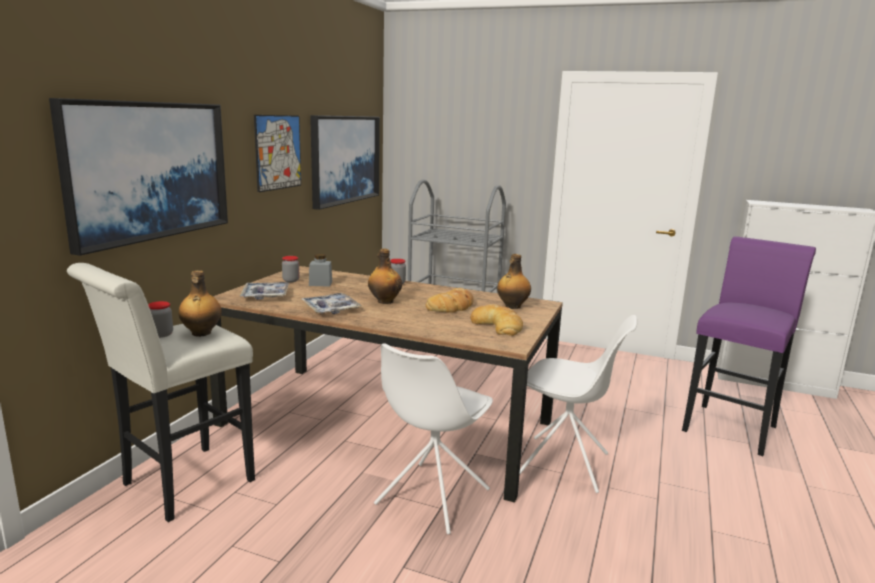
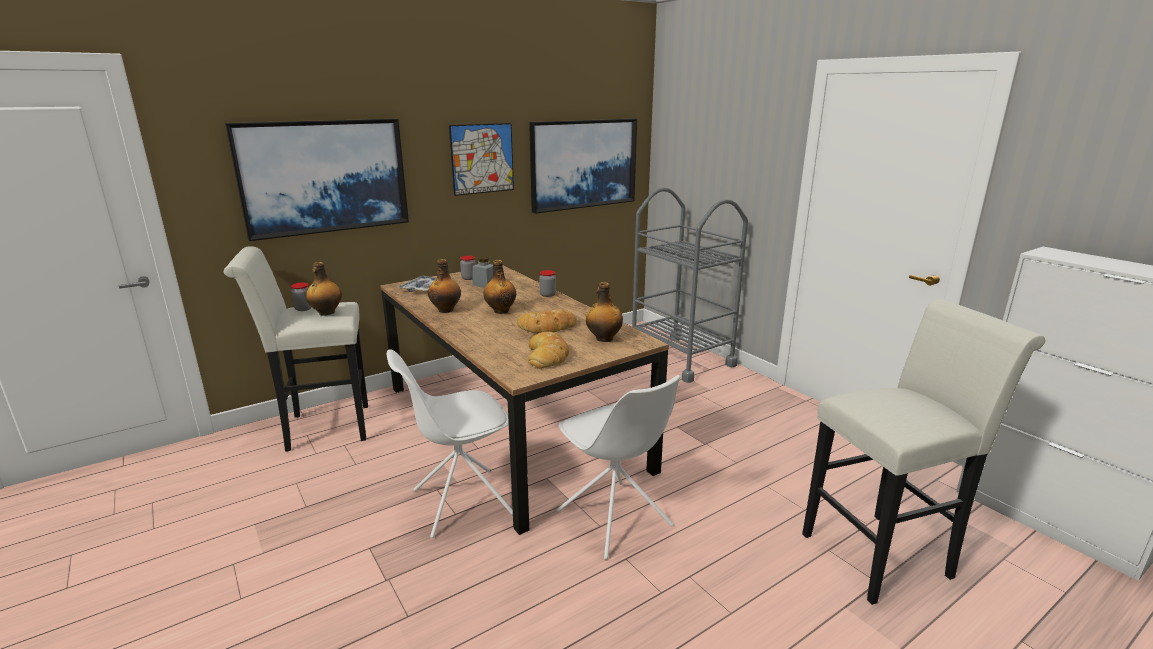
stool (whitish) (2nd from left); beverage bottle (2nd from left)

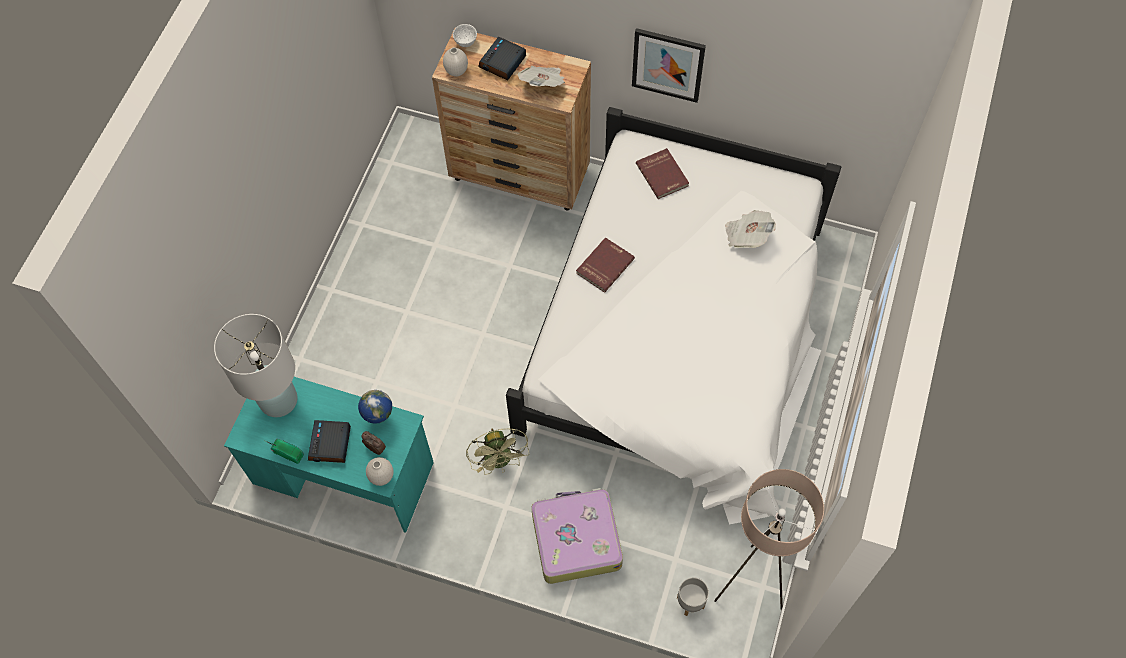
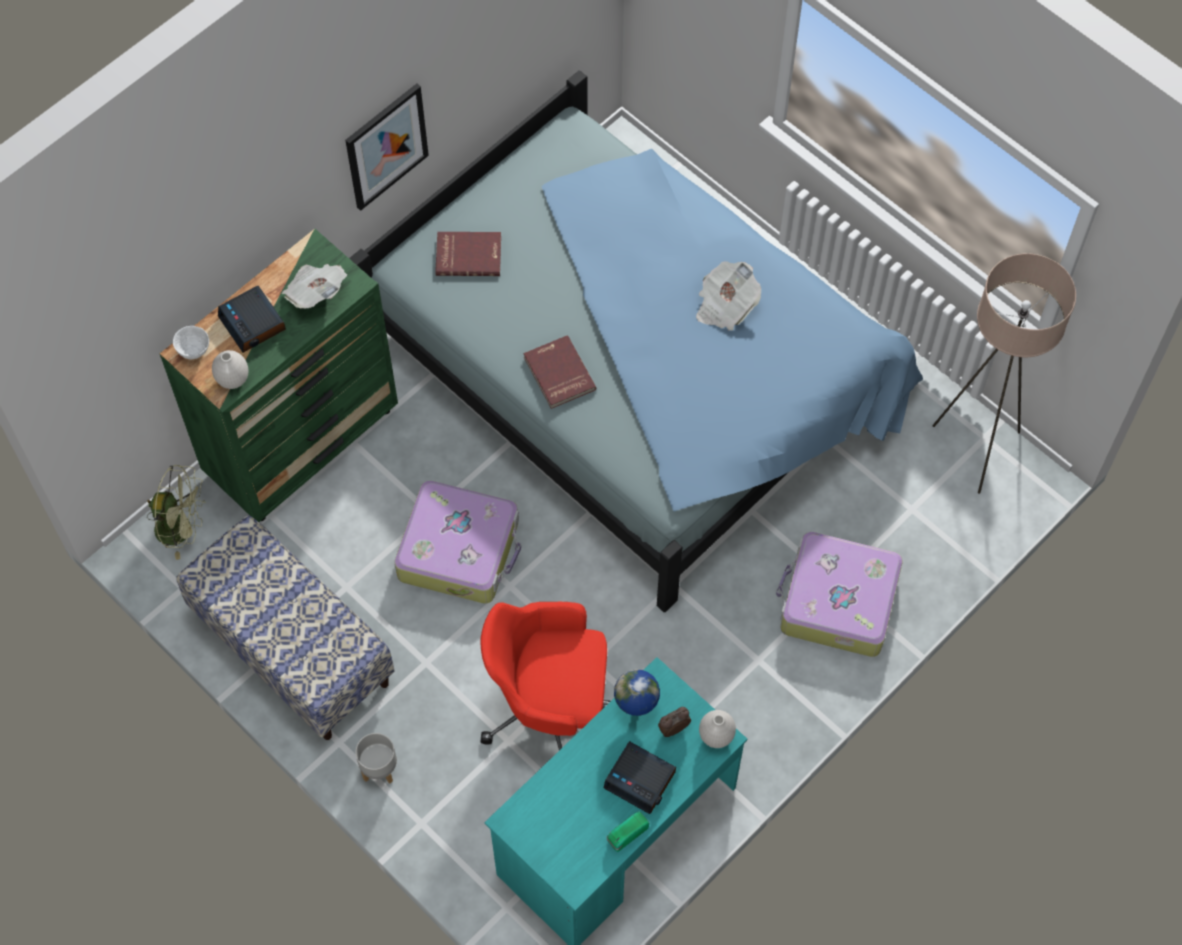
dresser (green); bed (blue-coloured); newspaper (2nd from left); tabletop lamp (whitish); cooling fan (green); planter (grey); travel case (1st from left); indoor bench; office chair (red)

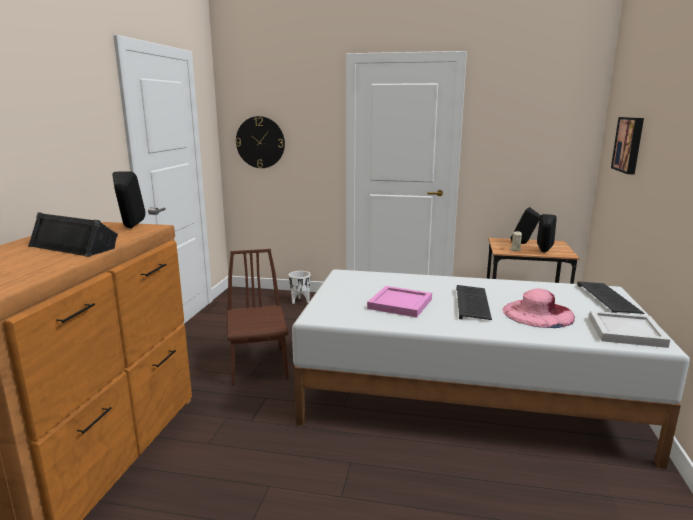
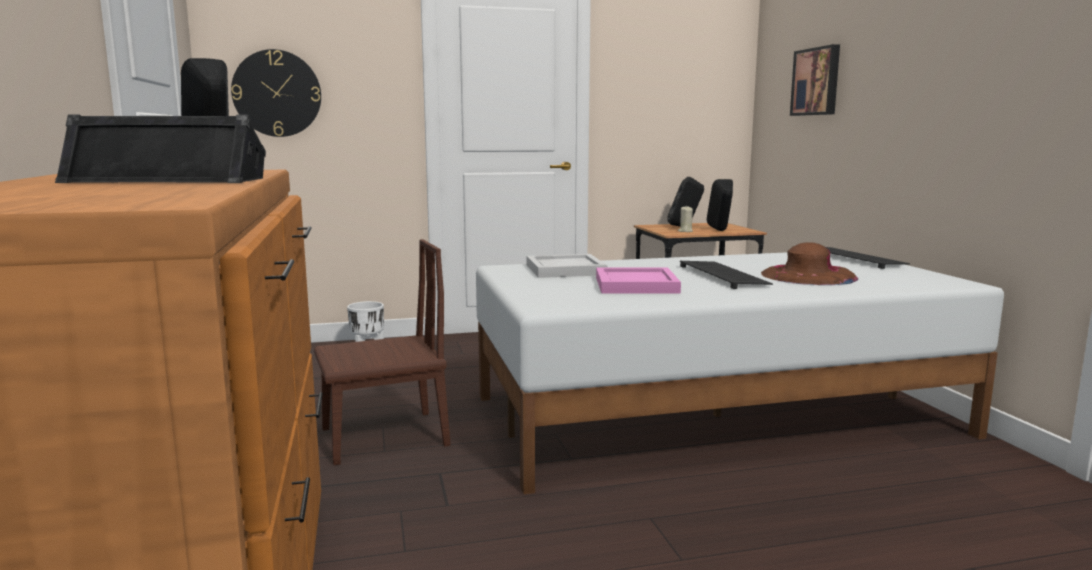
plain chair (brownish); wearable hat (brownish); carrying tray (whitish)

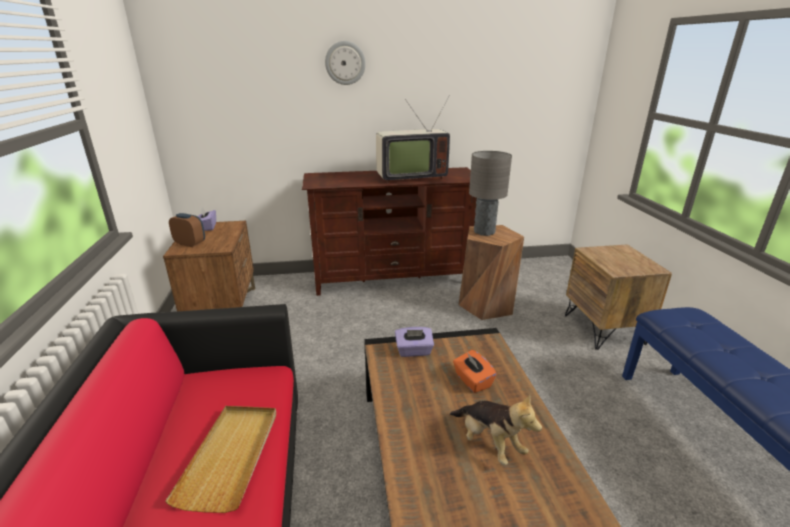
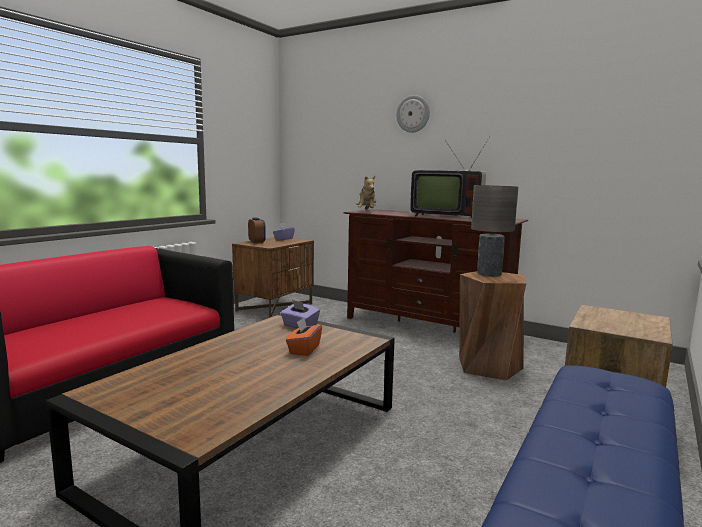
soft toy; carrying tray (sand-coloured)

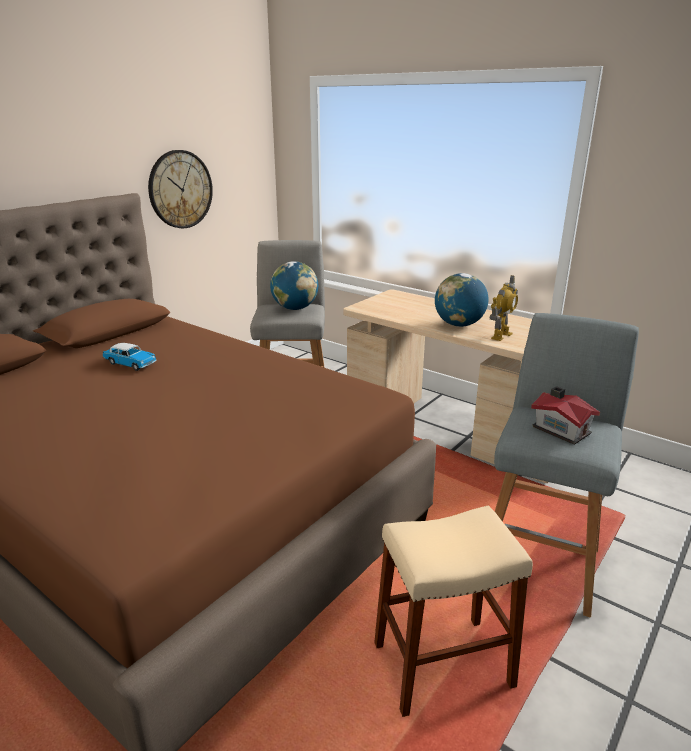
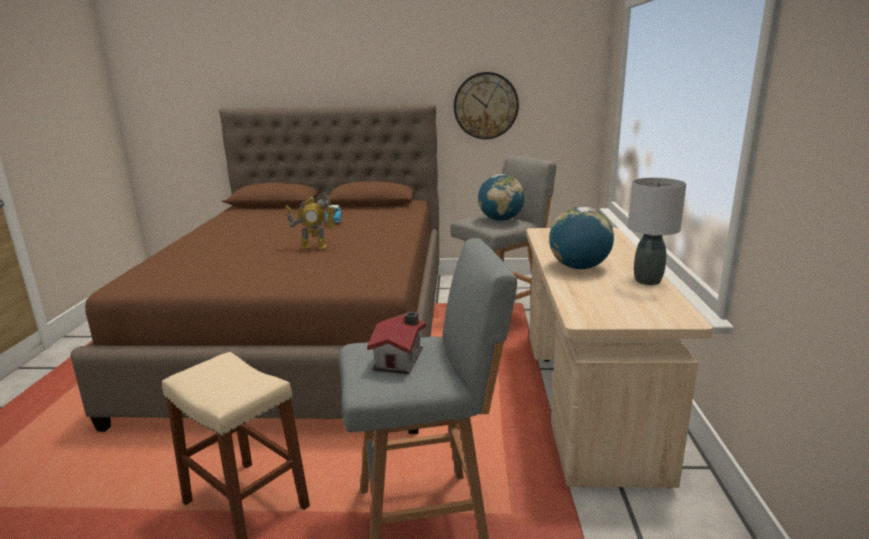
toy robot; tabletop lamp (grey)

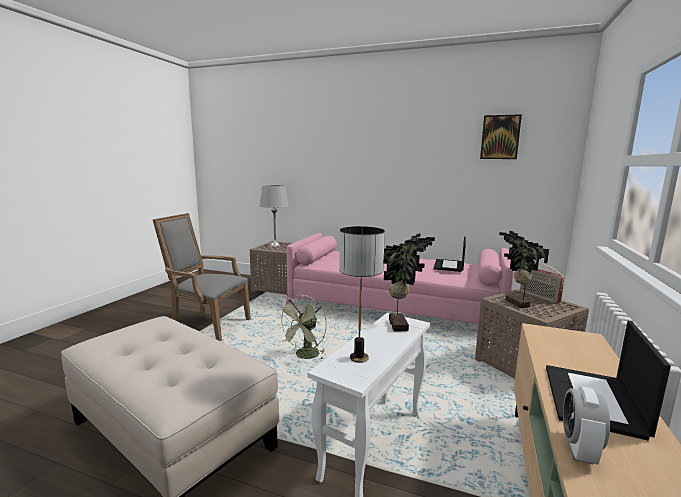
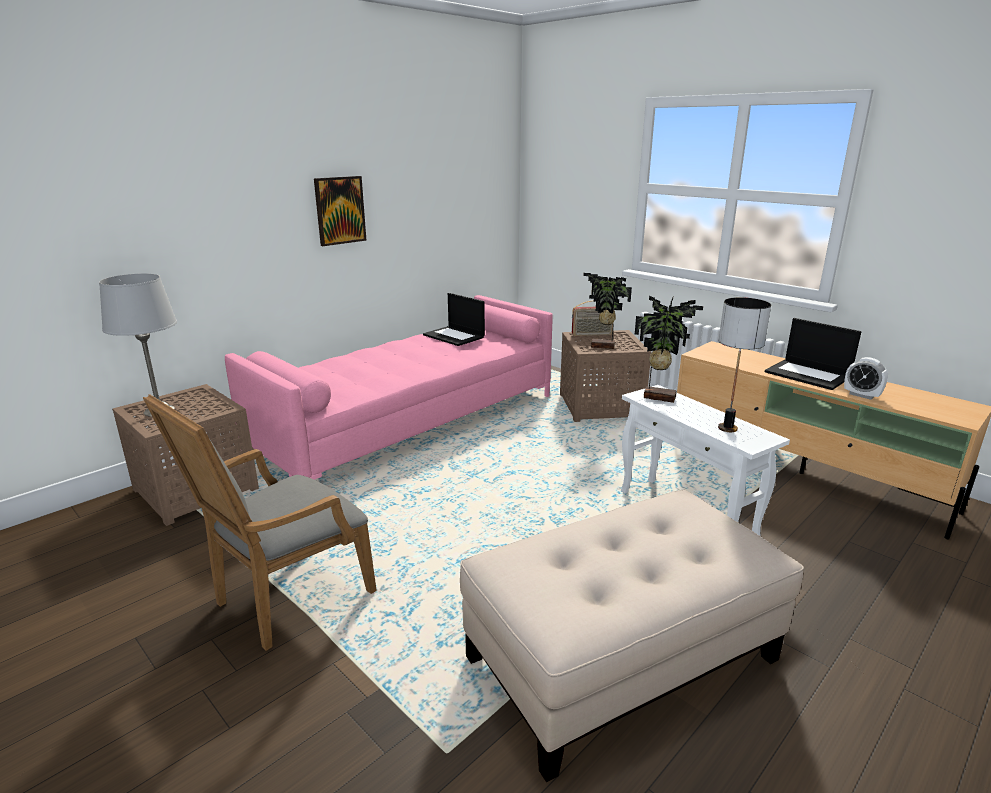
wall picture; cooling fan (green)

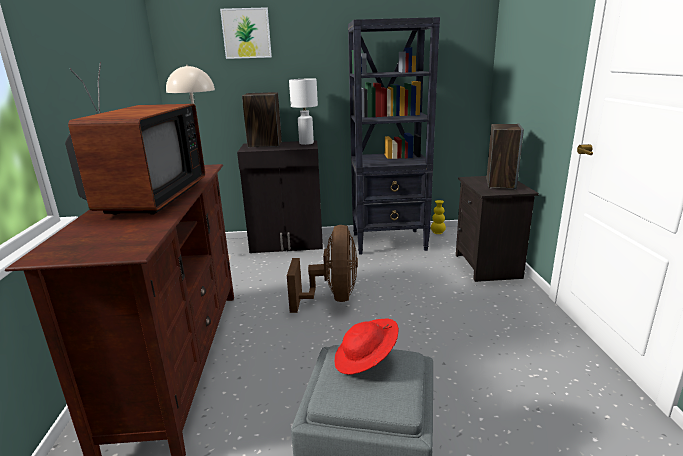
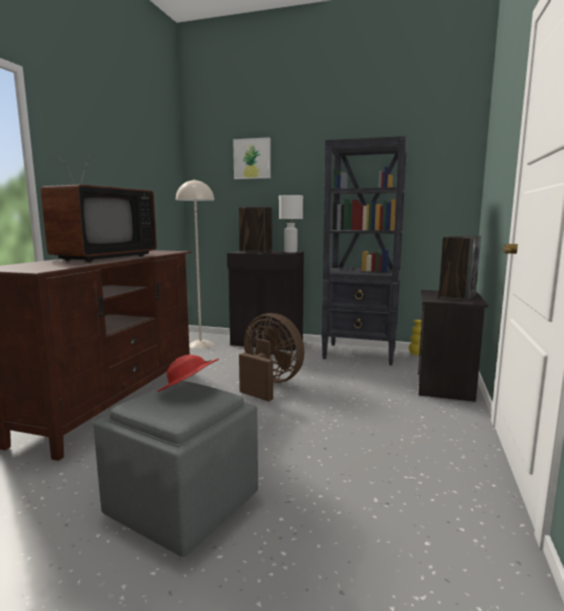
cooling fan (brownish)

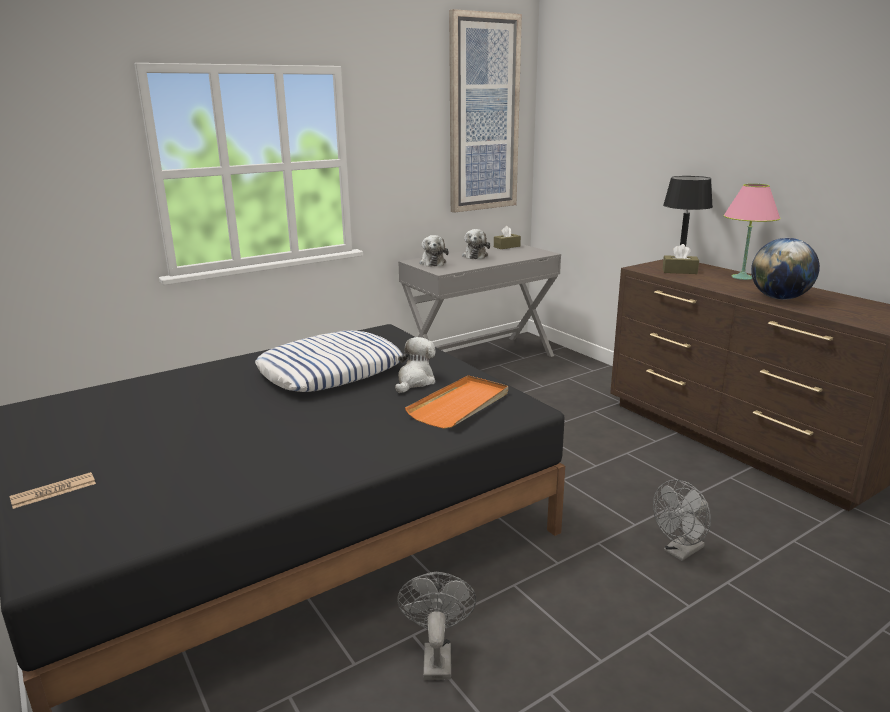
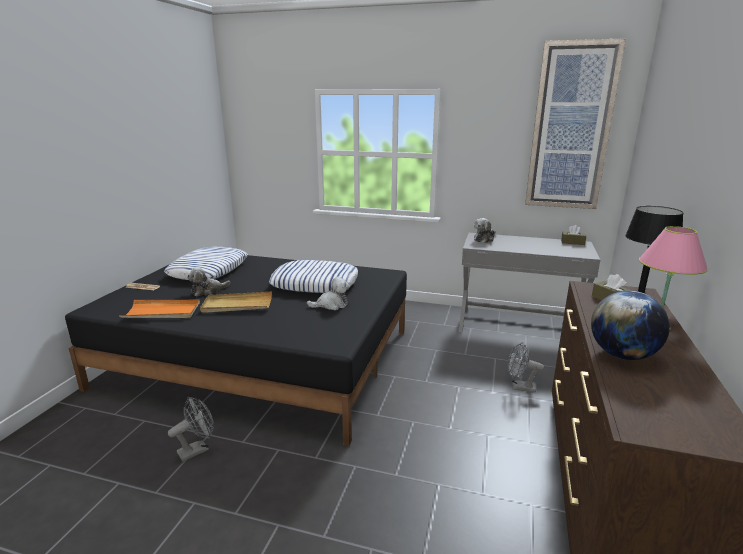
soft toy (1st from left); carrying tray (orange); cooling fan (grey) (2nd from left); throw pillow (1st from left); carrying tray (sand-coloured)

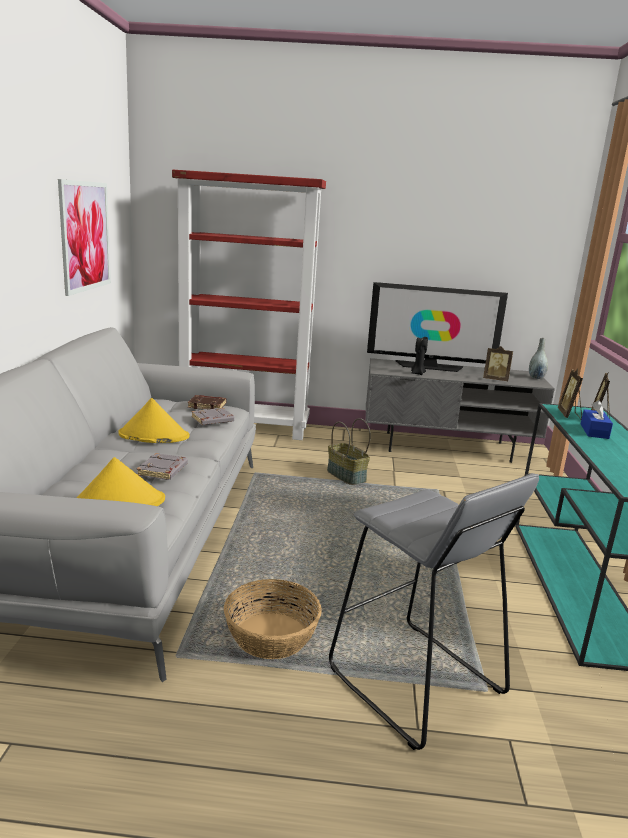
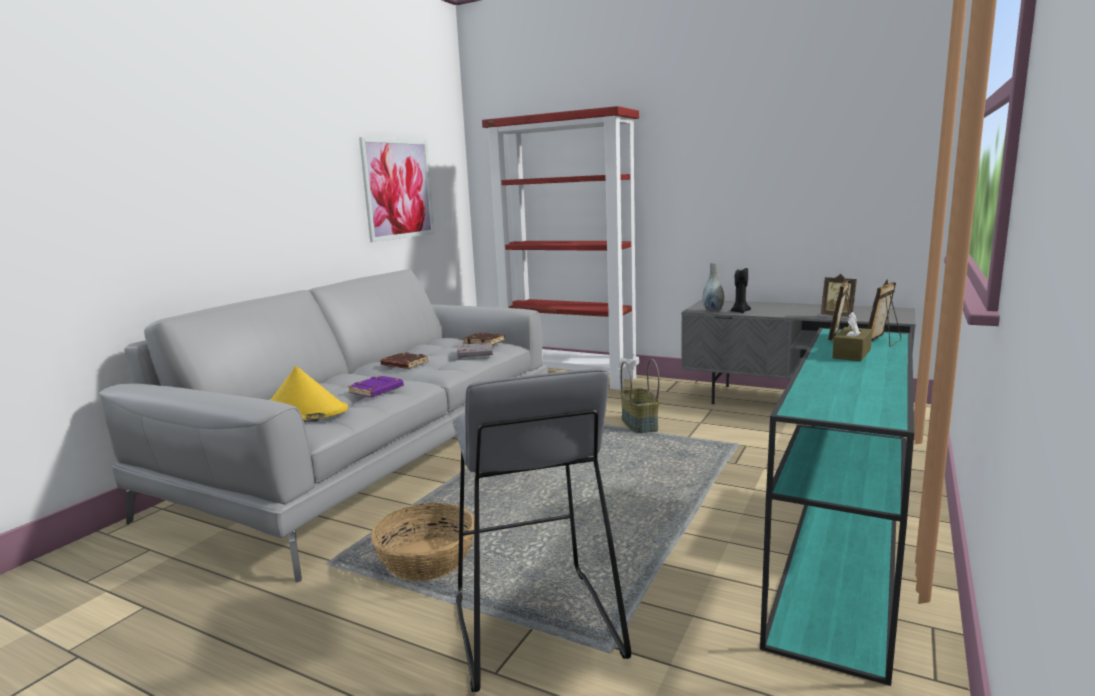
television; vase (grey); bound book (brownish) (1st from left); tissue holder (brownish); bound book (purplish)

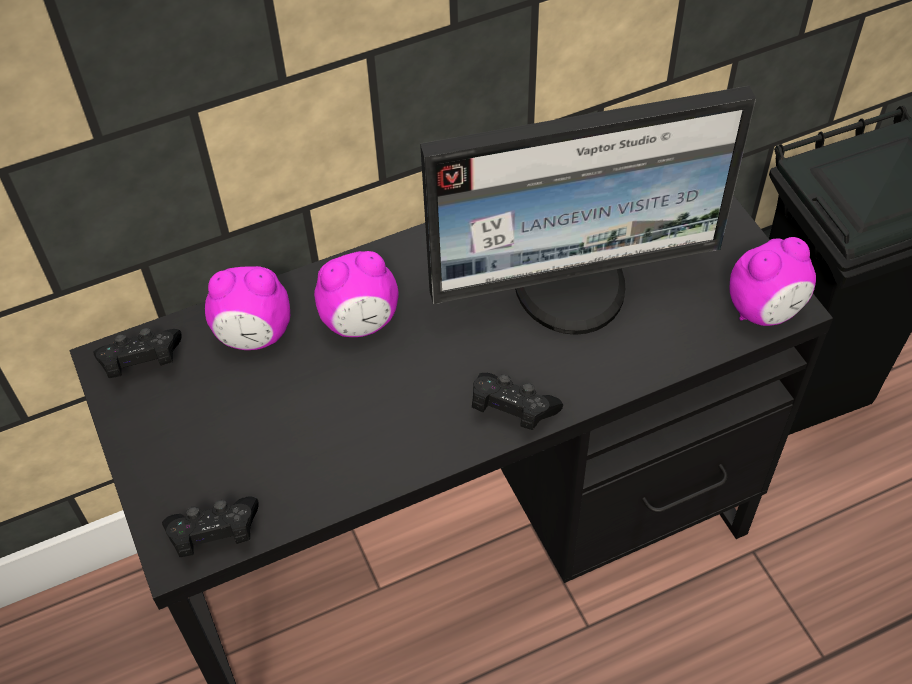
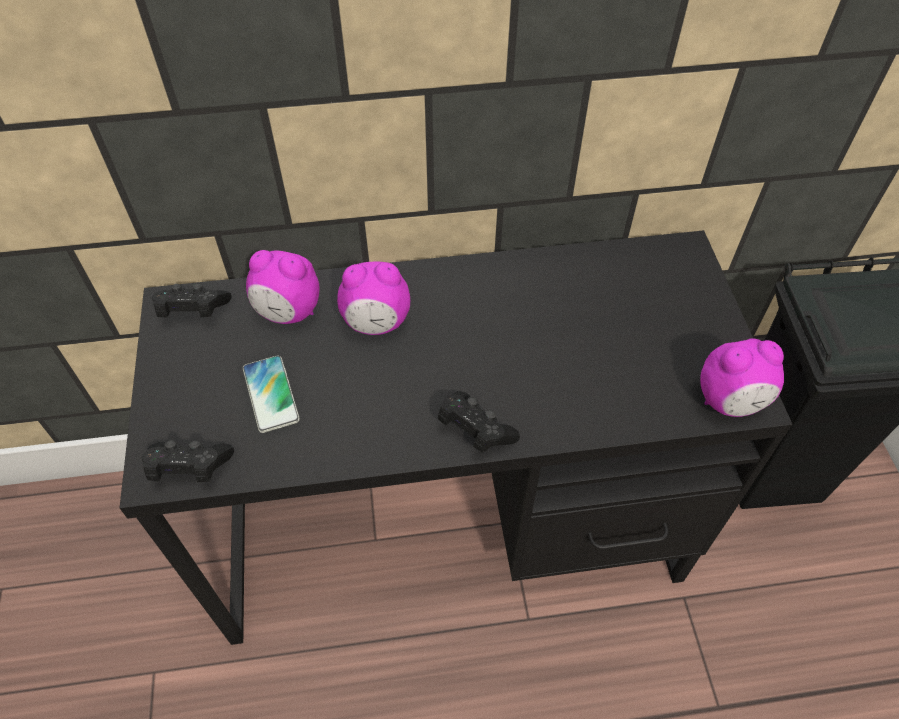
computer screen; handset

